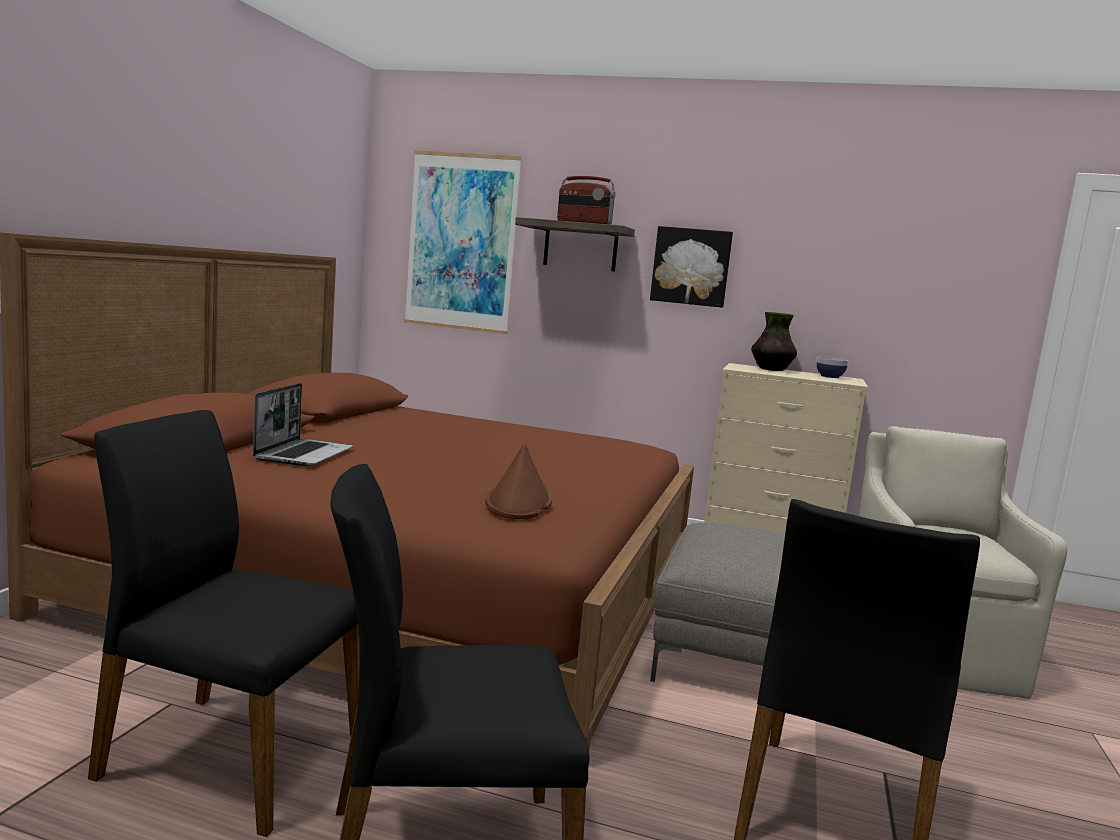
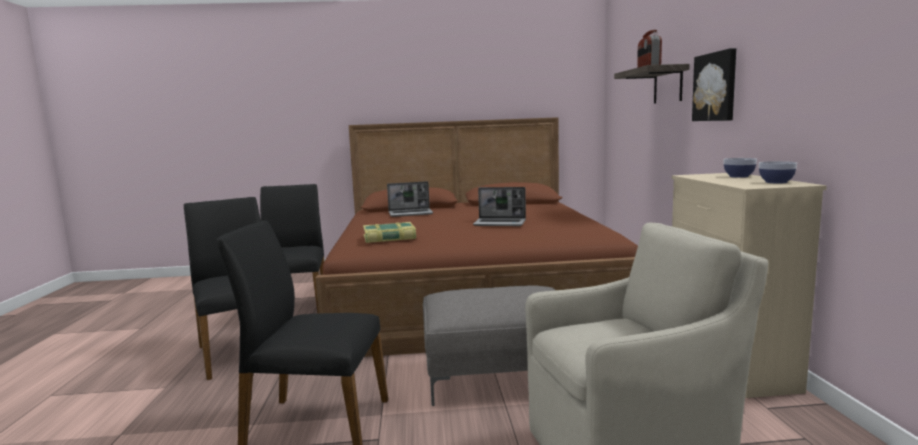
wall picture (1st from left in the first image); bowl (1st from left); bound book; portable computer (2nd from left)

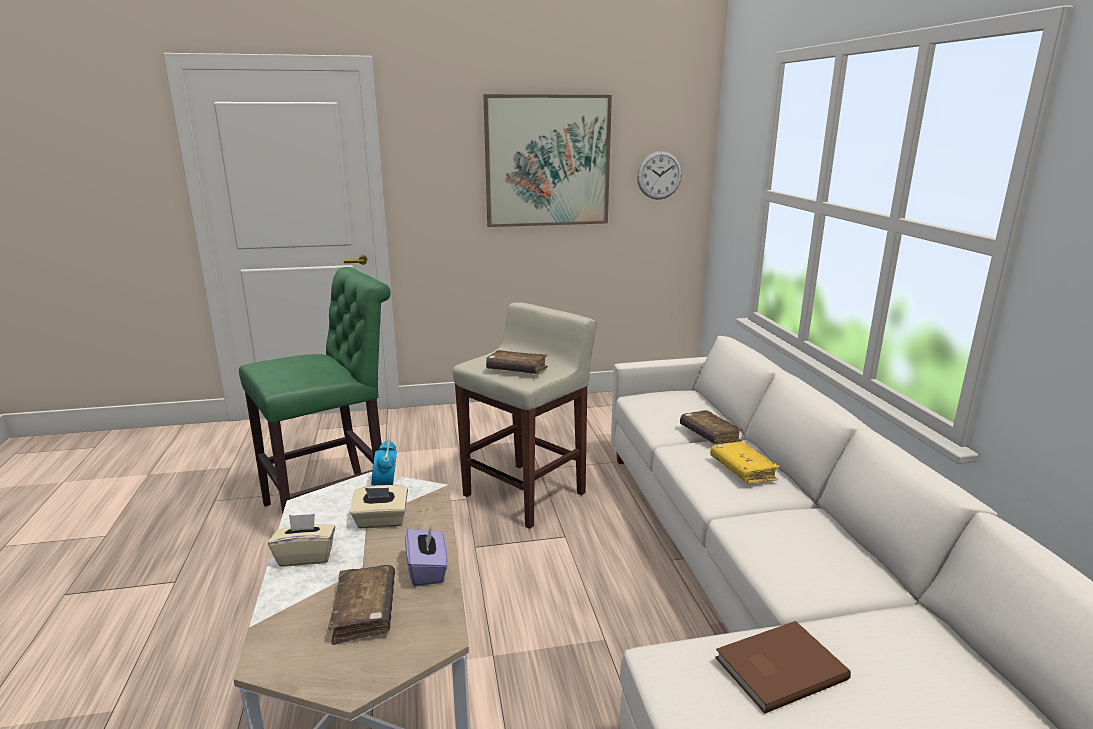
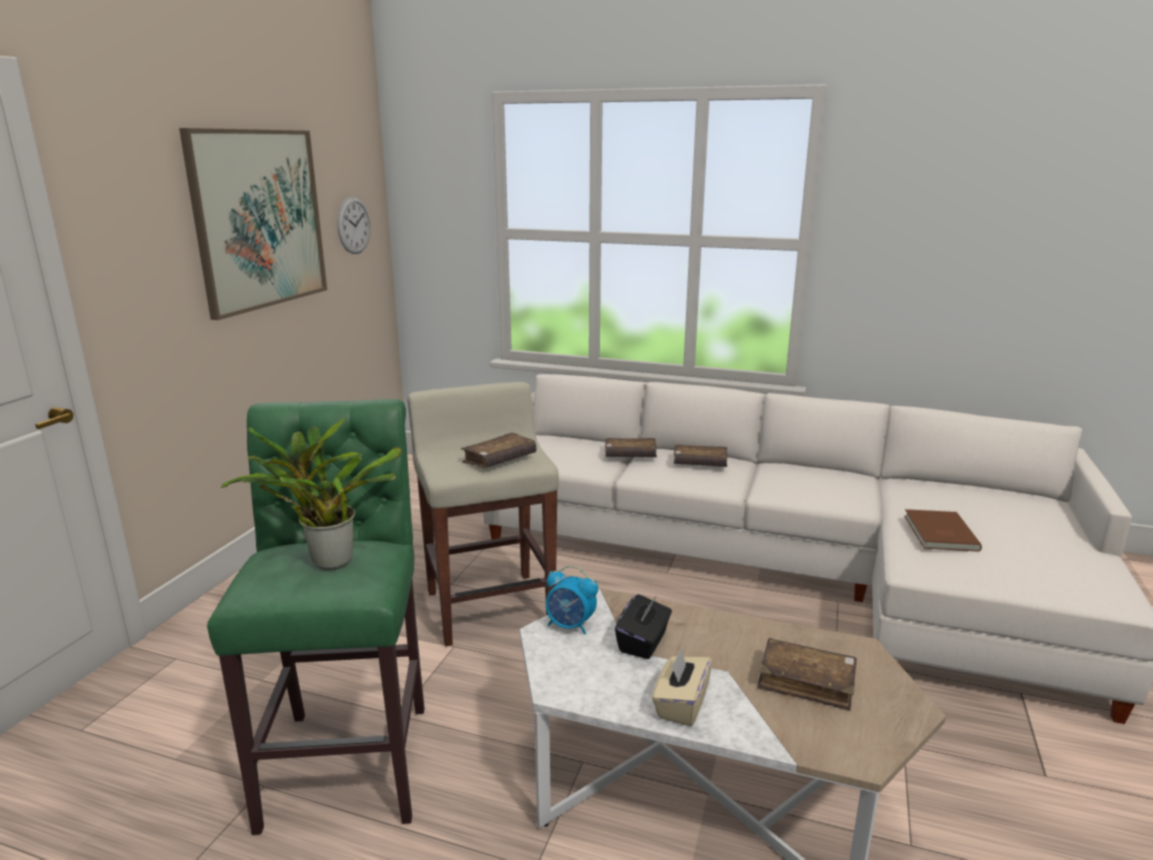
bound book (brownish) (3rd from left); tissue holder (blackish); tissue holder (purplish); plant in a pot

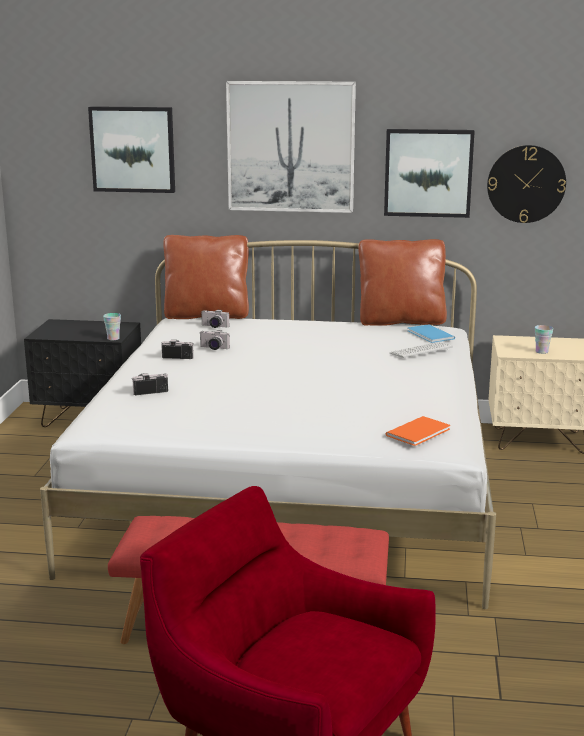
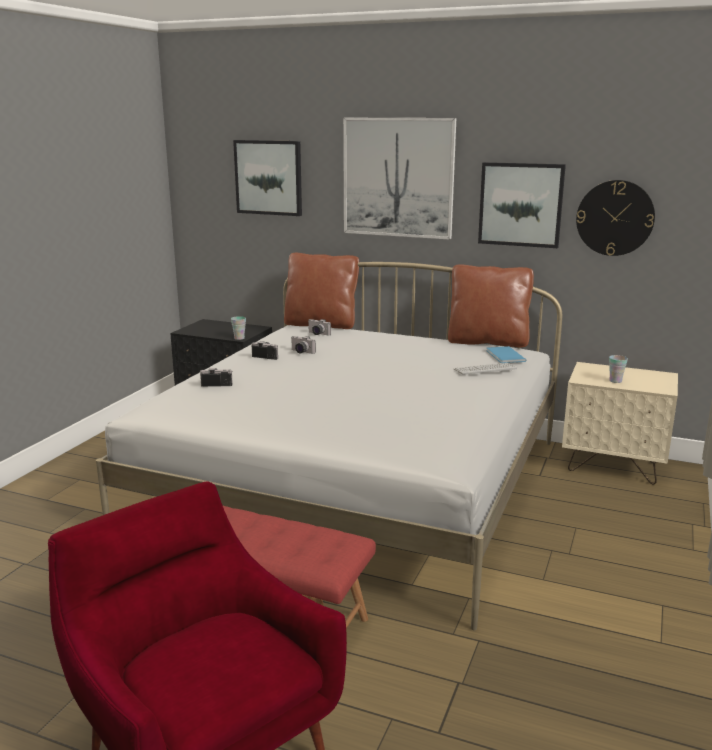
bound book (orange)

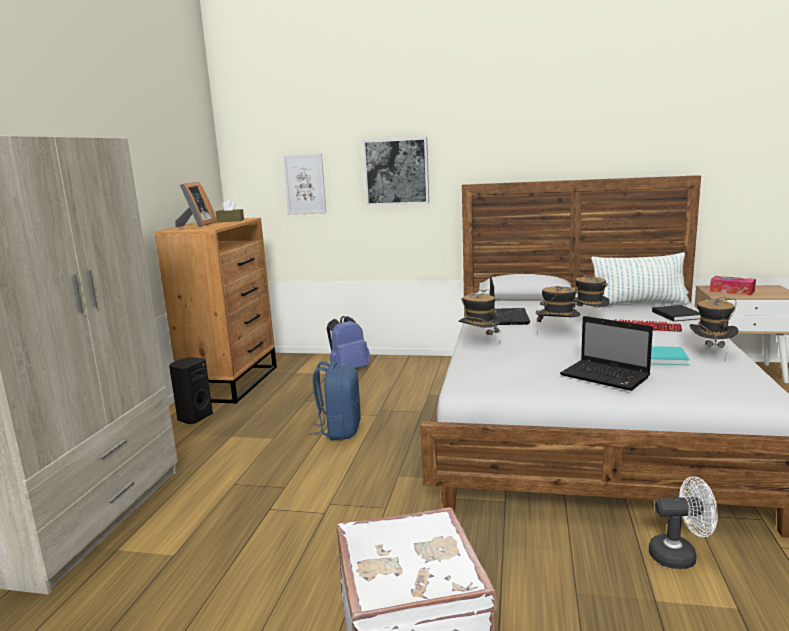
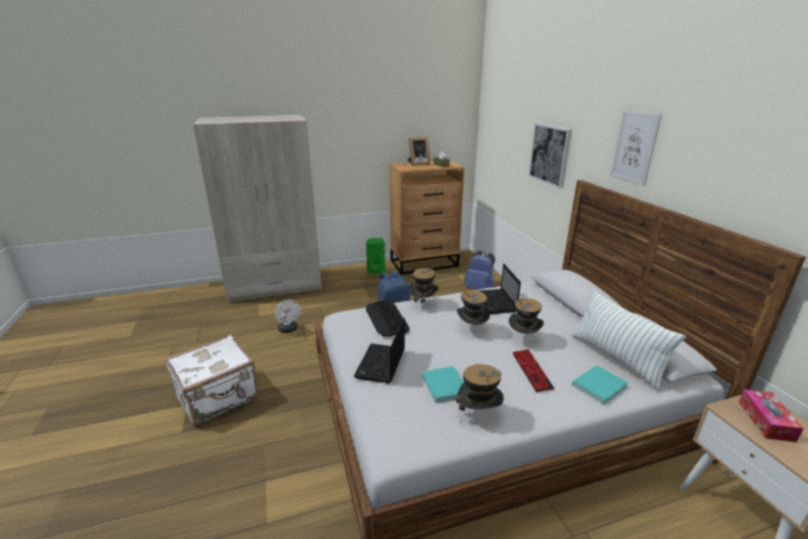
wall picture (2nd from left); portable computer (2nd from left); bound book (turquoise) (2nd from left); speaker (green); cooling fan (whitish); PC keyboard (1st from left)

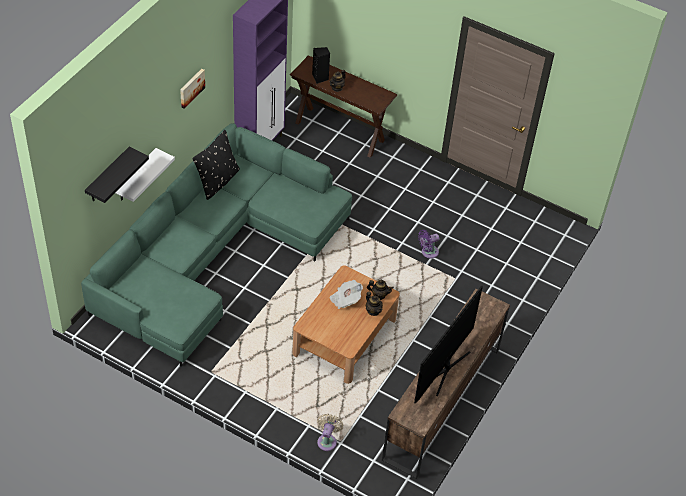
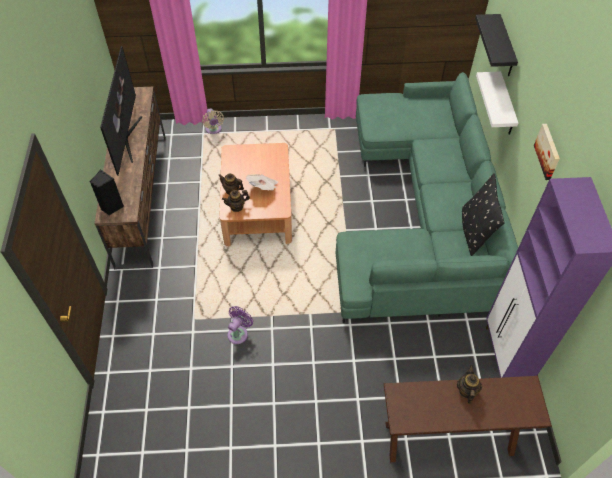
speaker (blackish)

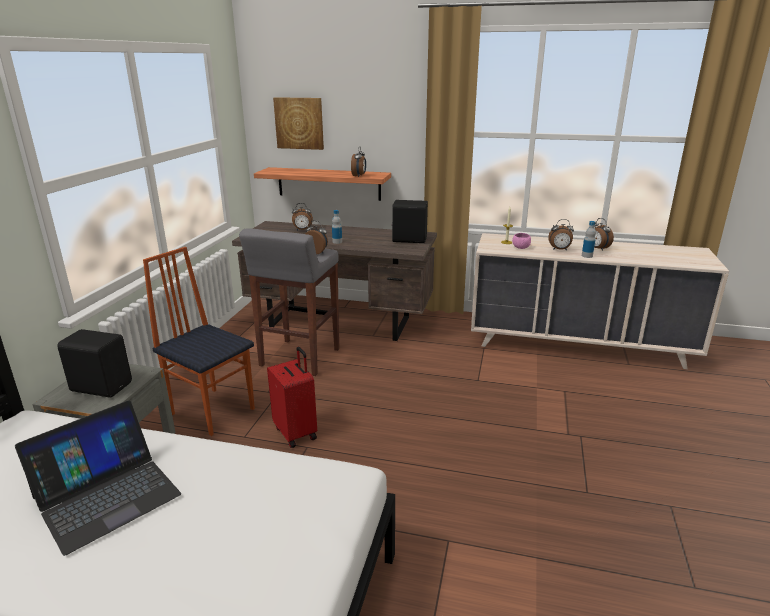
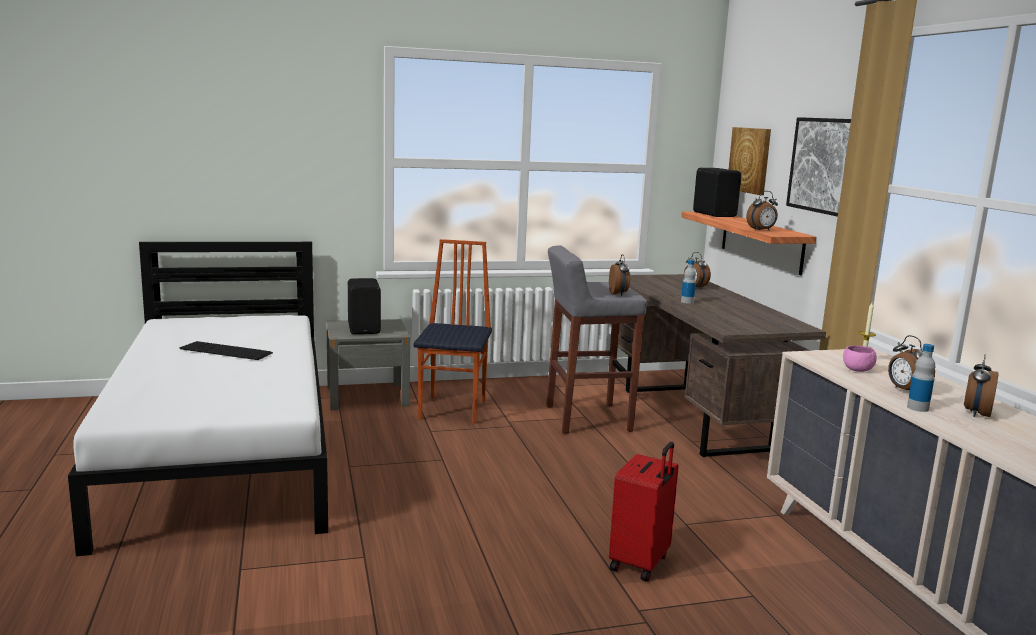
speaker (blackish) (2nd from left); travel case (red); PC keyboard; wall picture (2nd from left)

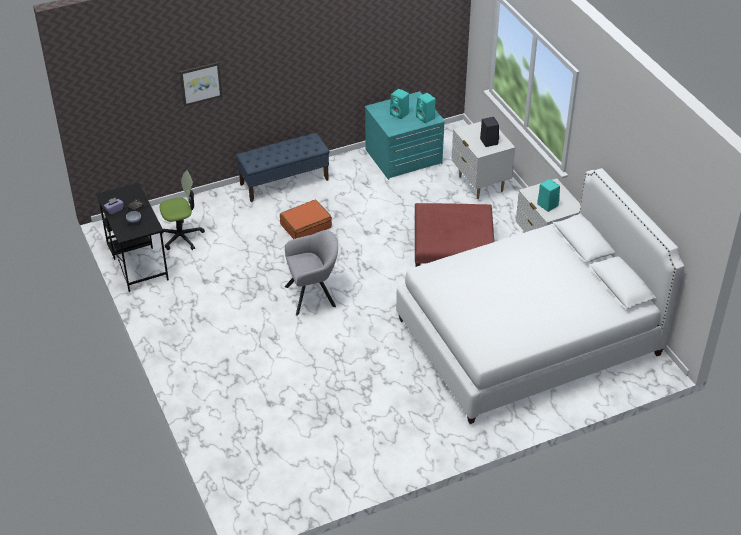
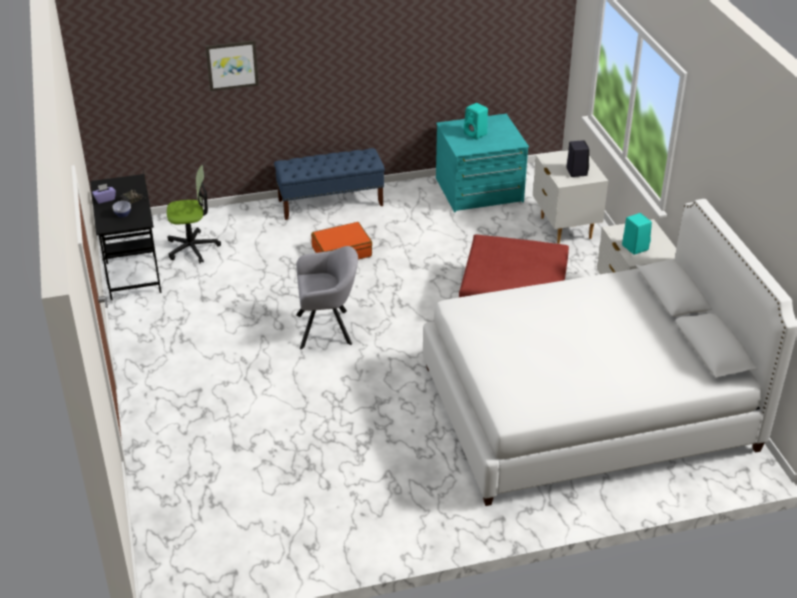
speaker (turquoise) (2nd from left in the first image)

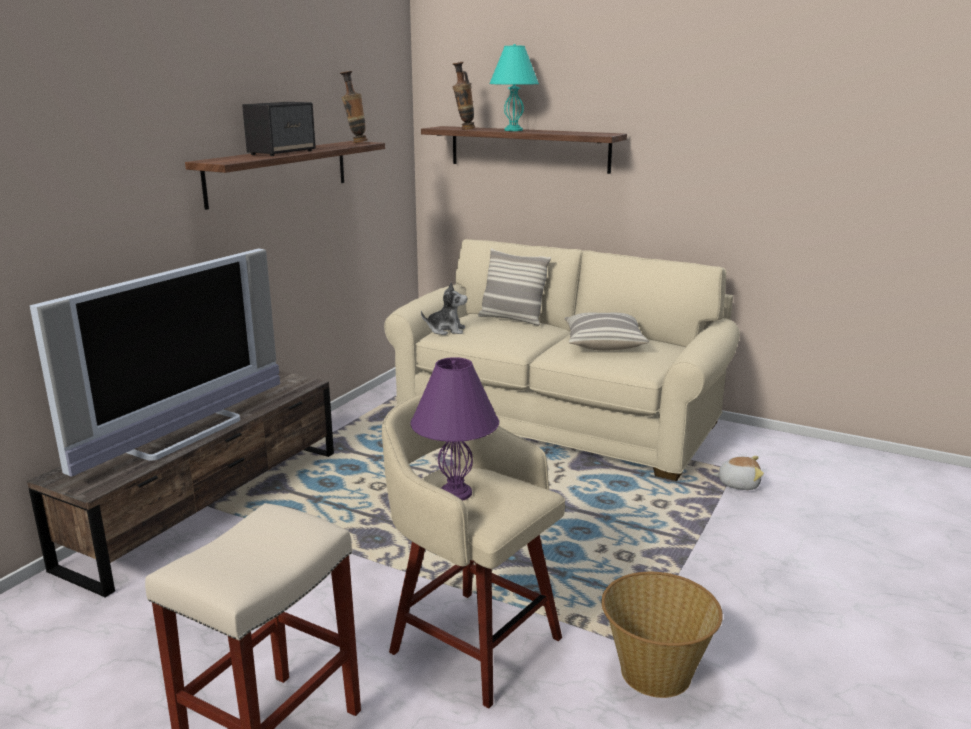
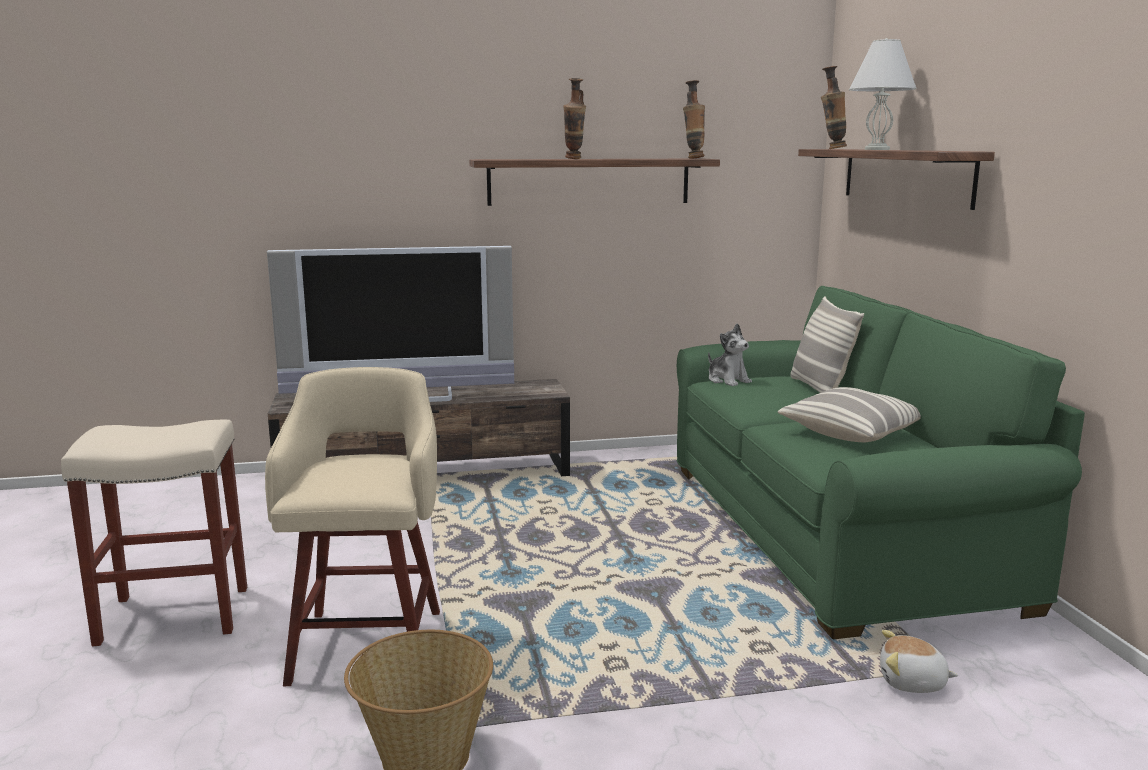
tabletop lamp (whitish); vase (1st from left); sofa (green); tabletop lamp (purplish); soft toy (2nd from left)

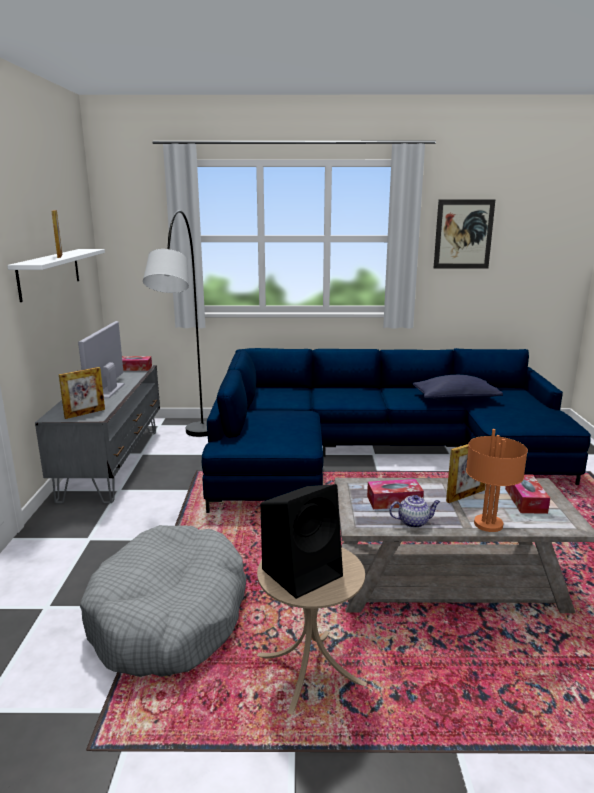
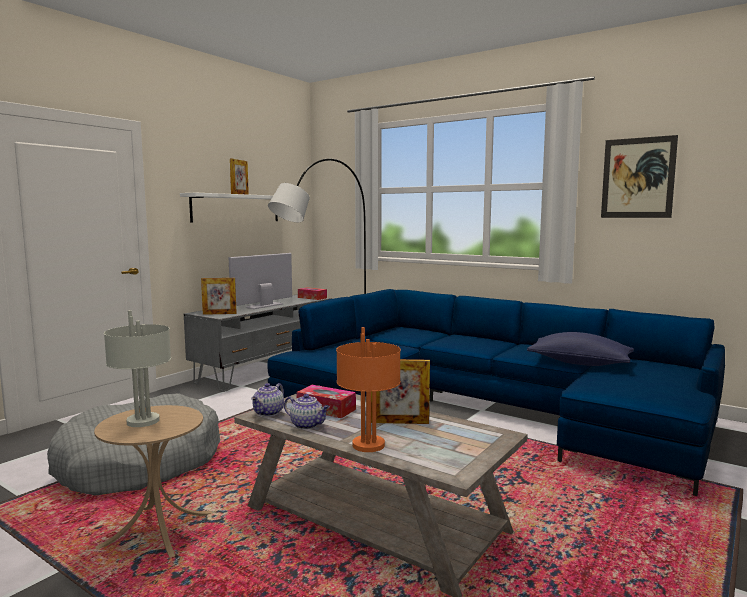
tissue holder (3rd from left in the first image); tabletop lamp (grey); pot for tea (1st from left)

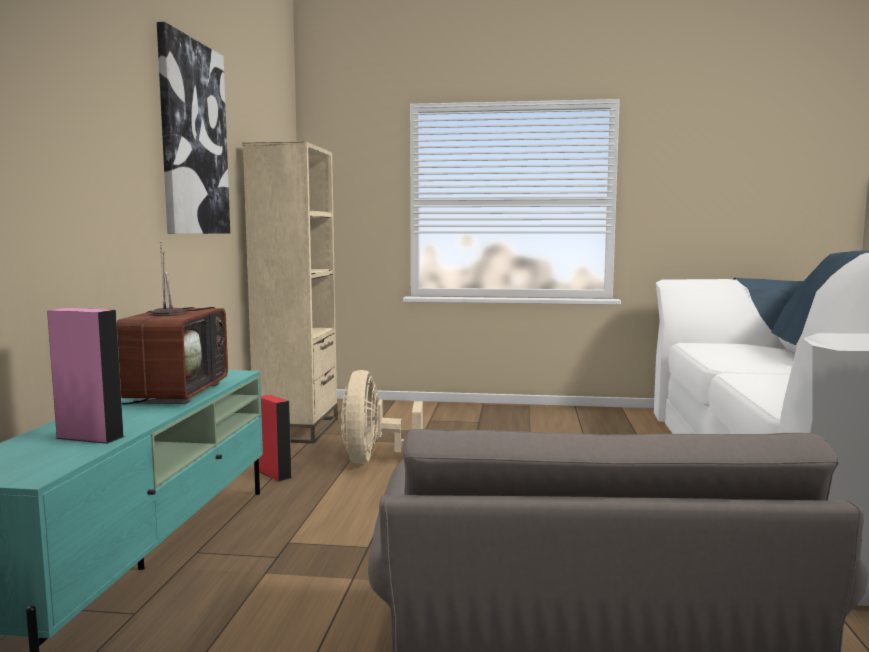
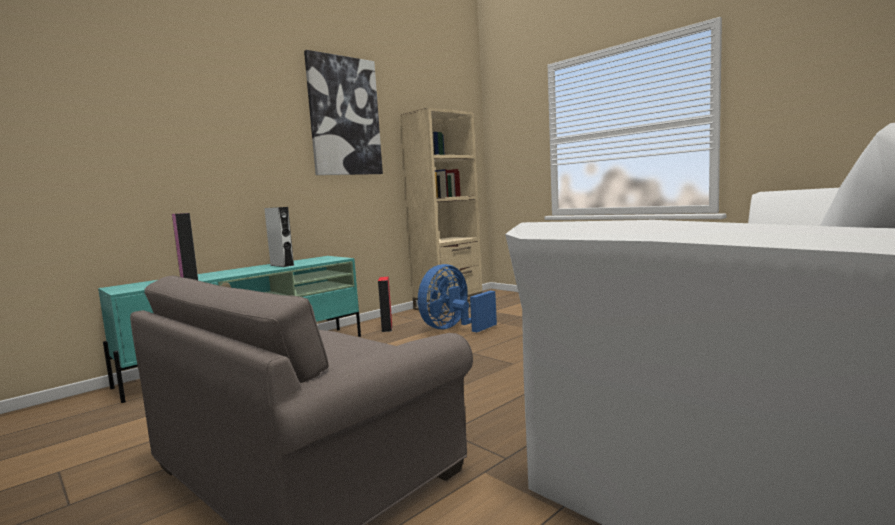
speaker (whitish); cooling fan (blue-coloured)

